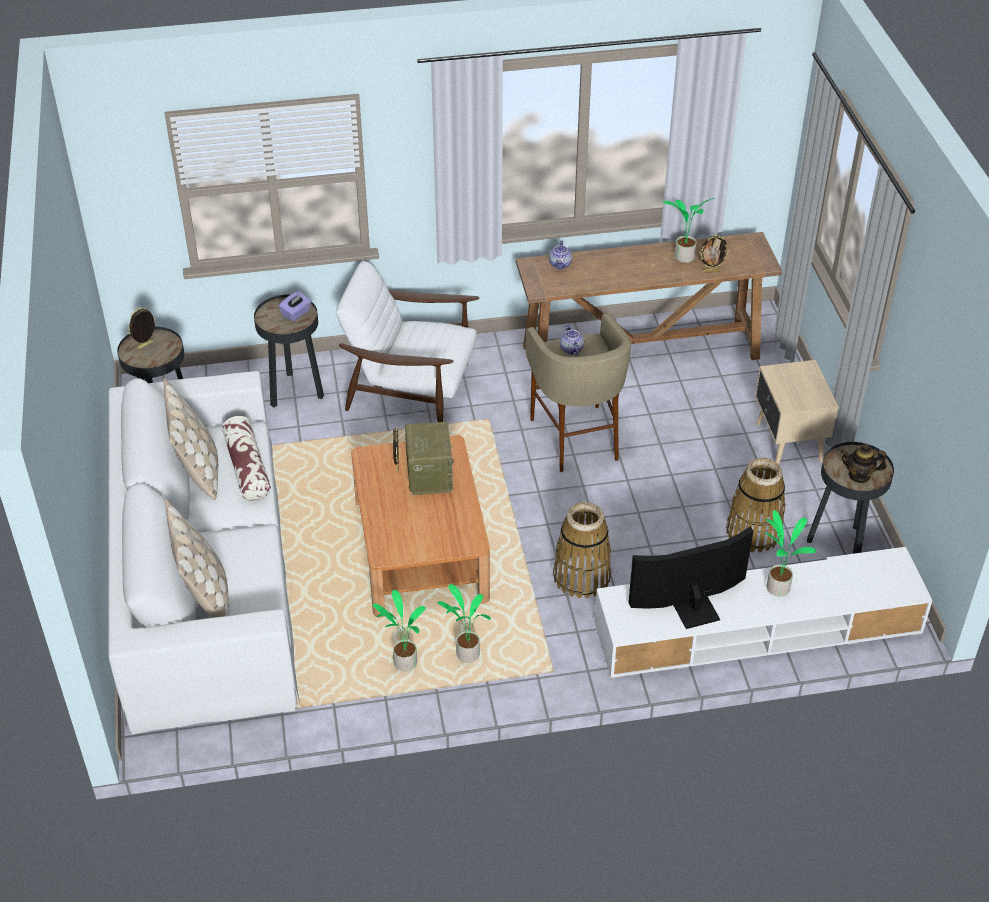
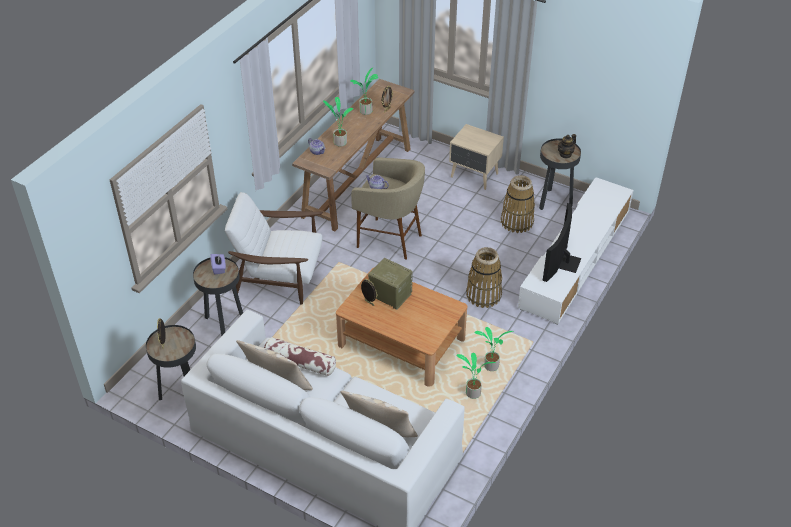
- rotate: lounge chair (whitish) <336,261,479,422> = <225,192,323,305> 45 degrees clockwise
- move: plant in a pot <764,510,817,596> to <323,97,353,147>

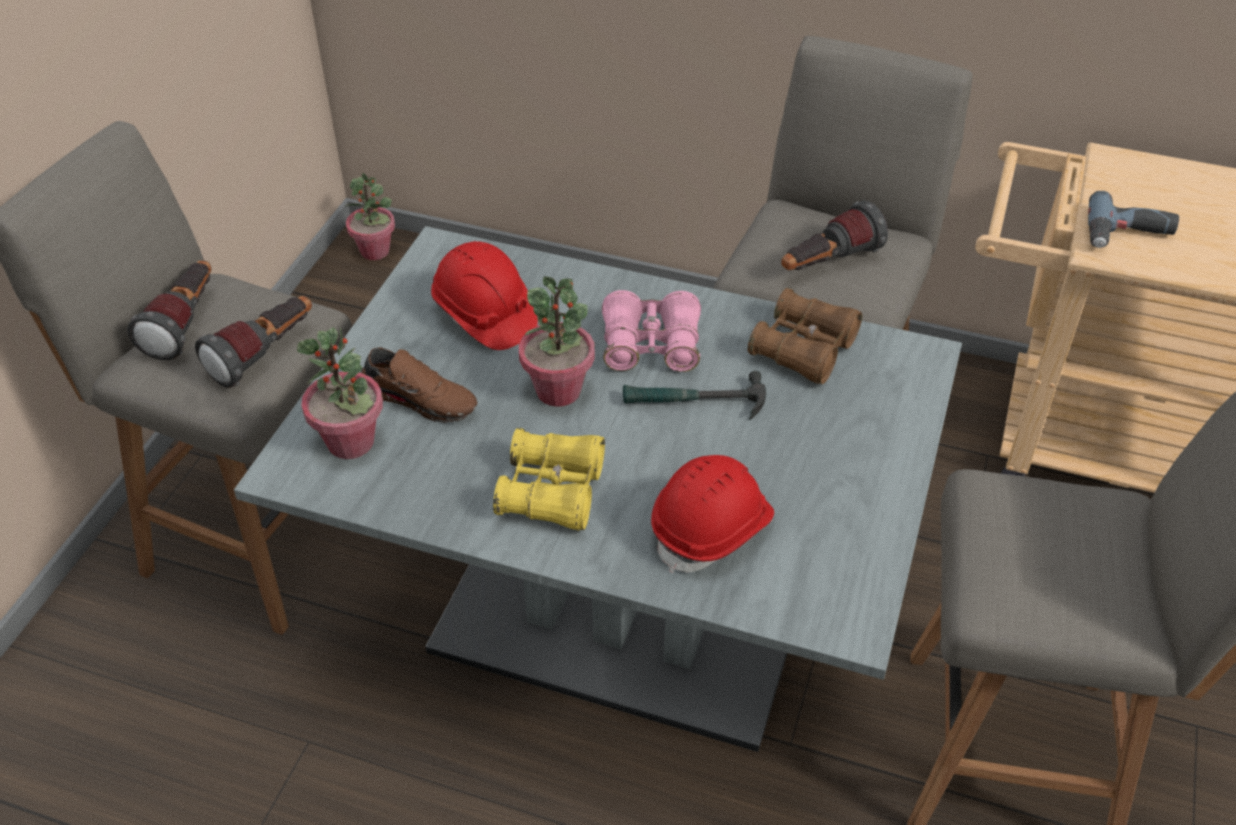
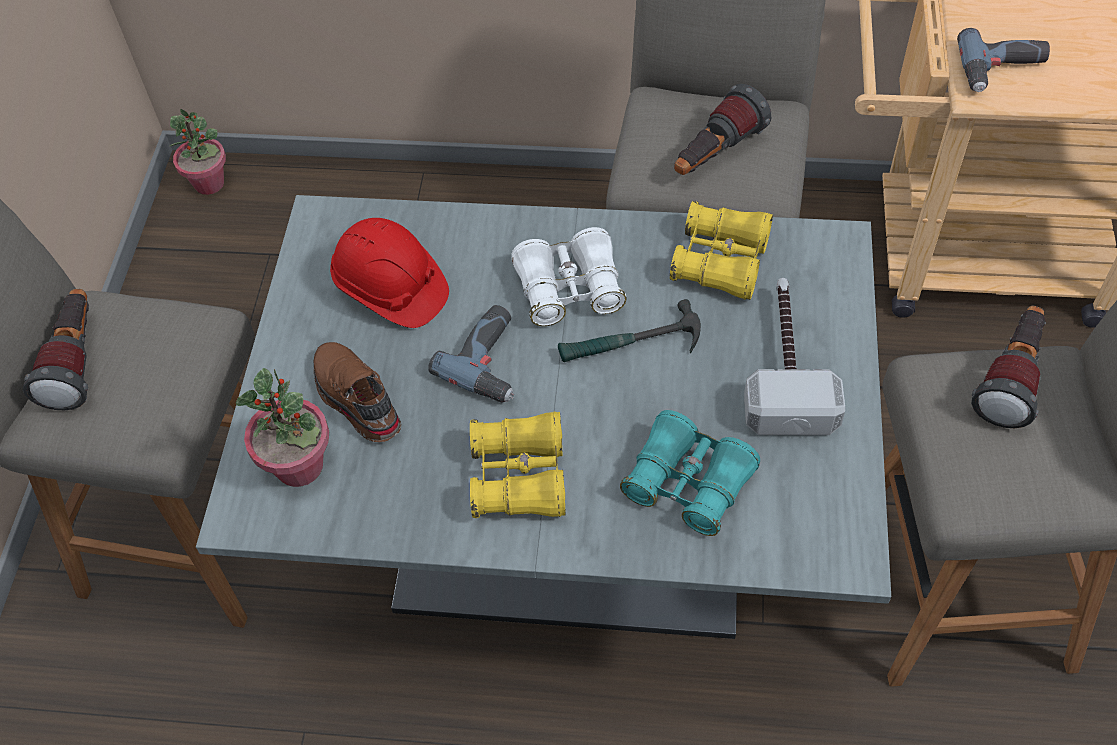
- replace: plant in a pot <519,276,595,407> to power drill <428,305,514,403>
- recolor: binoculars (brown) <748,288,862,385> to binoculars (yellow) <670,201,773,300>
- recolor: binoculars (pink) <602,290,701,372> to binoculars (whitish) <511,227,626,326>
- move: torch <195,296,312,388> to <971,306,1046,428>
- rotate: low shoe (brown) <360,347,478,423> = <313,342,401,442> 135 degrees counterclockwise
- replace: work helmet (reddish) <651,455,774,573> to binoculars (blue-green) <620,410,760,536>
- insert: hammer <744,278,845,435>

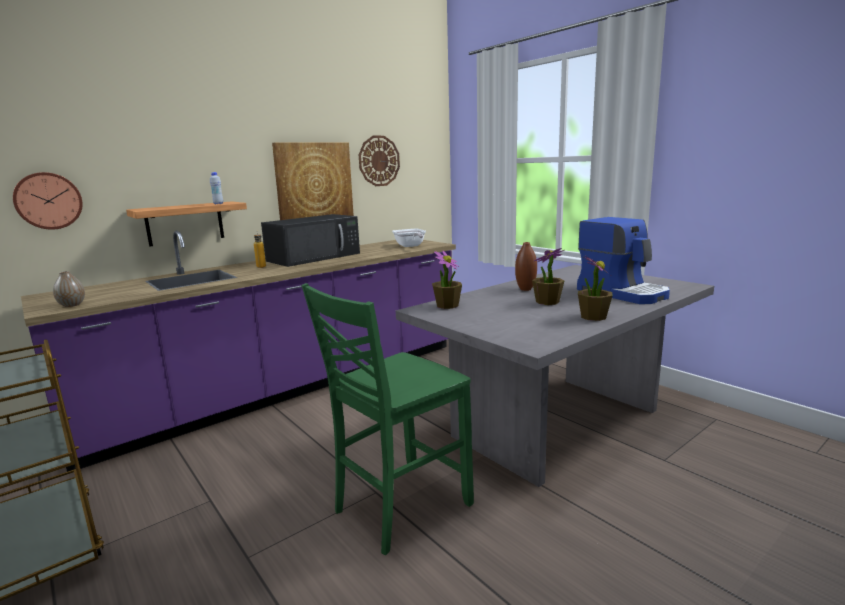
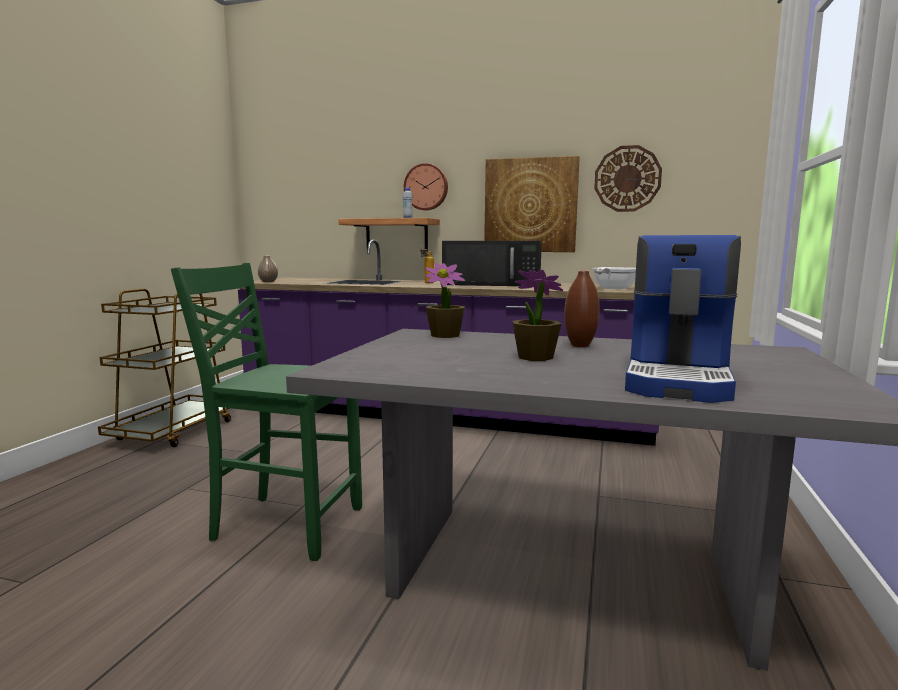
- move: hanging clock <13,172,83,230> to <404,163,448,210>
- delete: plant in a pot <578,256,613,321>

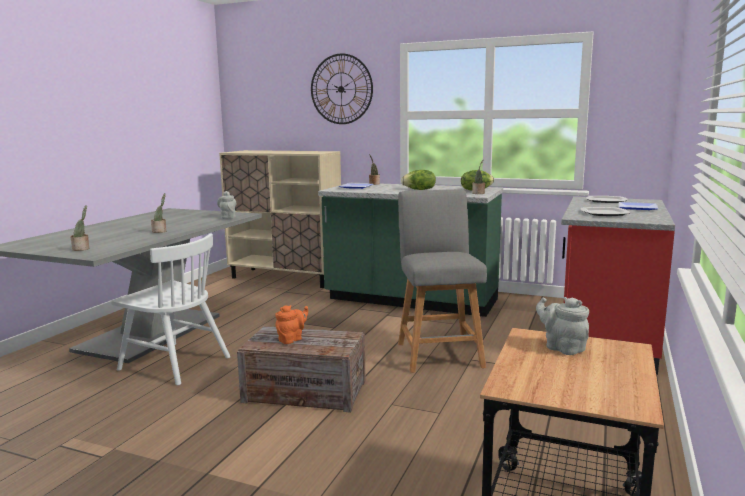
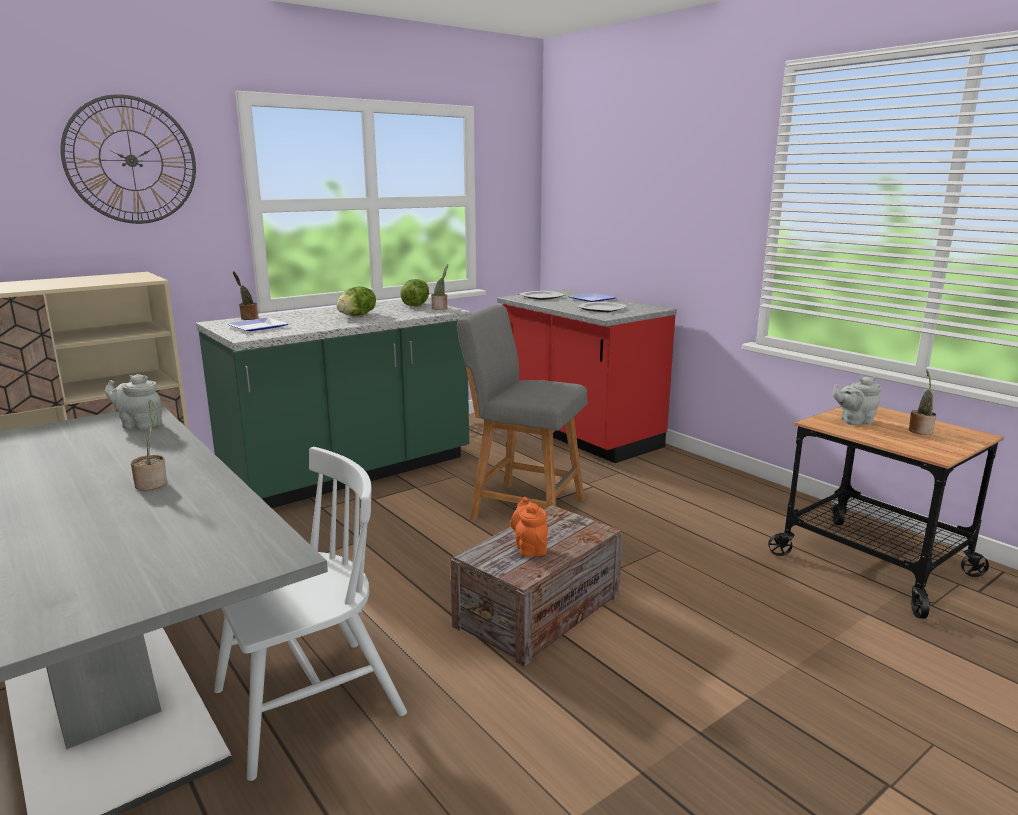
- move: plant in a pot <71,205,89,251> to <909,369,936,435>

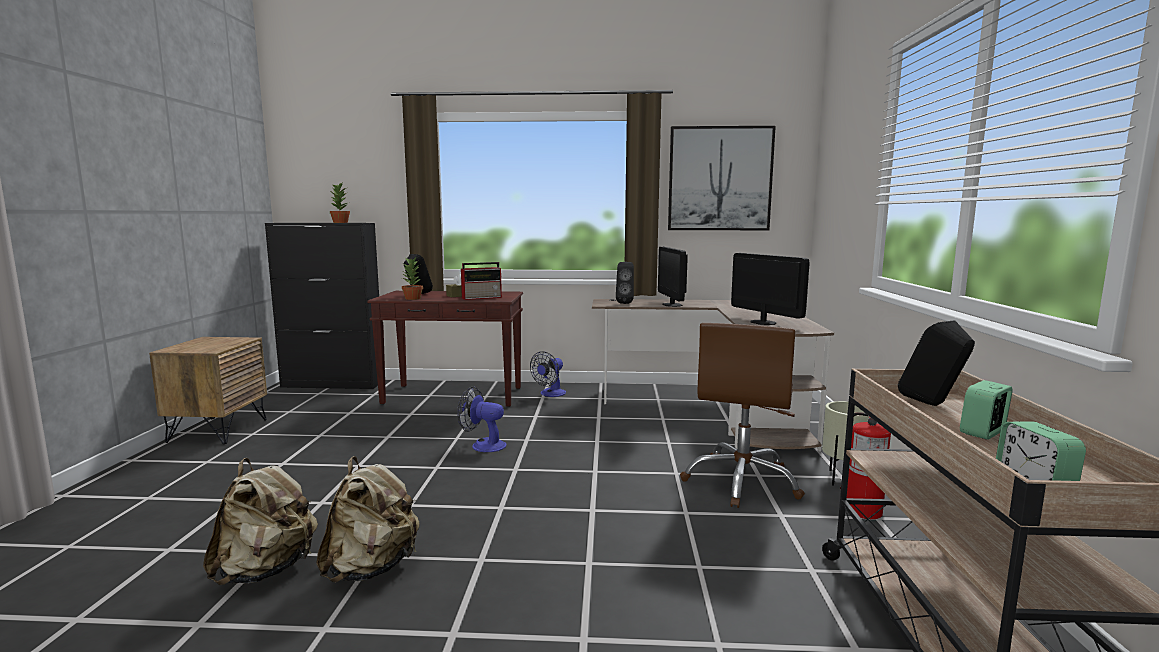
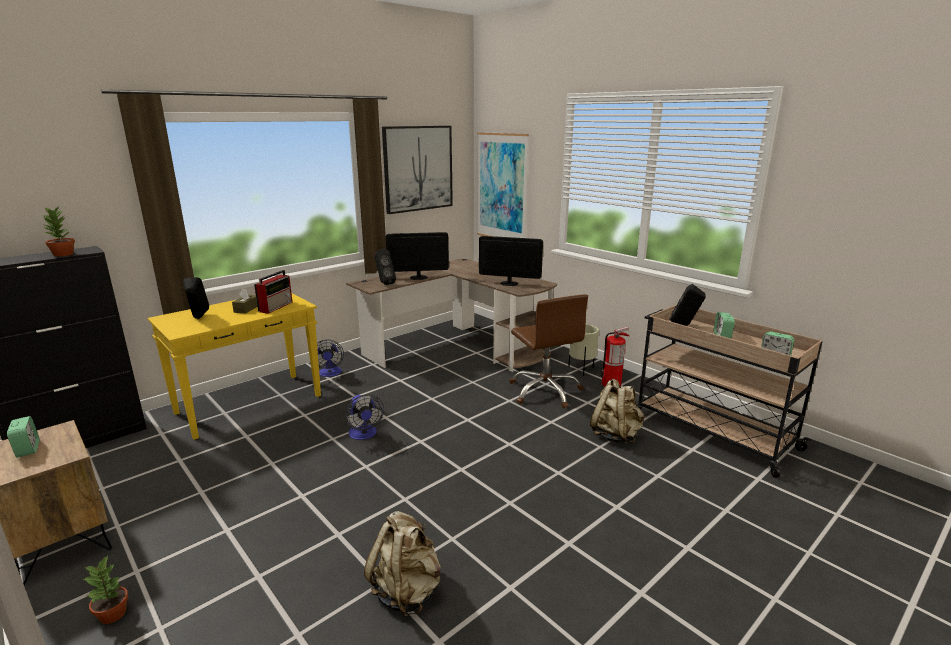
- rotate: monitor <658,247,688,307> = <386,232,449,280> 135 degrees clockwise
- move: plant in a pot <402,257,423,300> to <83,556,128,624>
- recolor: narrow table (brown) <367,291,523,407> to narrow table (yellow) <148,293,321,440>
- rotate: fan <457,386,506,452> = <345,394,384,440> 90 degrees counterclockwise
- move: knapsack (beige) <316,456,420,583> to <590,378,644,443>
- insert: wall picture <477,132,529,238>
- insert: bedside clock <7,416,39,458>

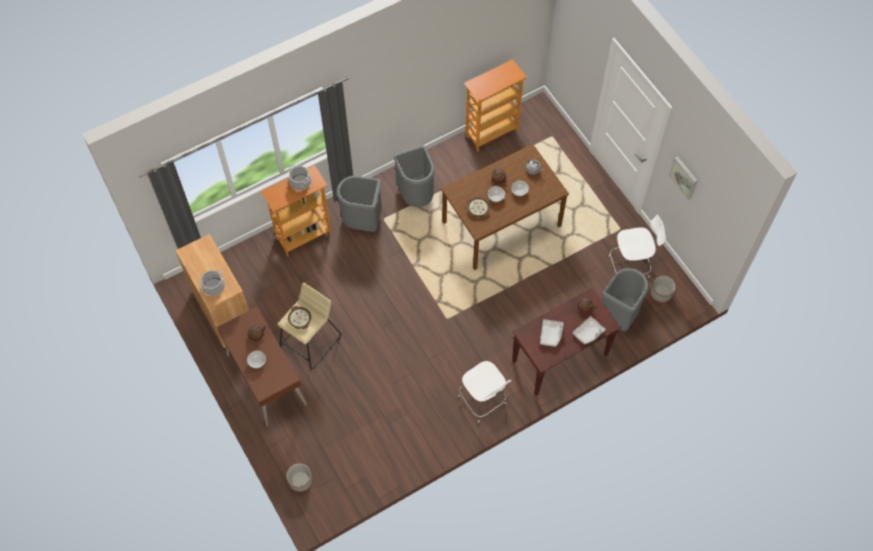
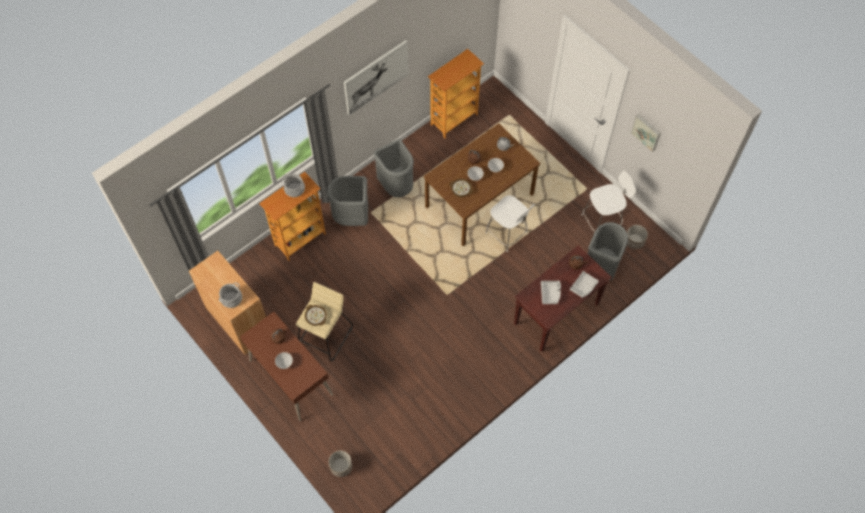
- move: chair (whitish) <458,361,512,422> to <485,195,535,252>
- insert: wall picture <344,40,409,116>

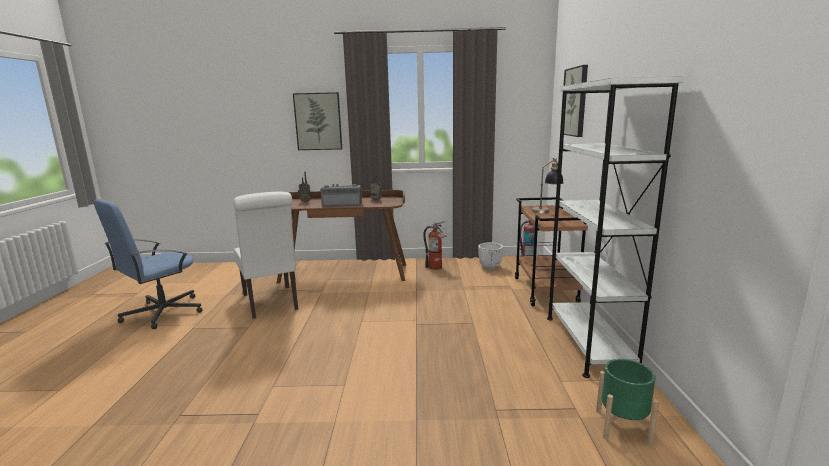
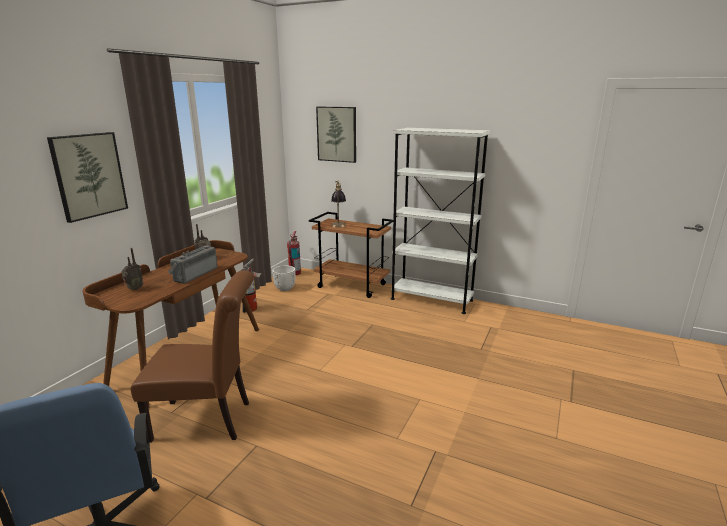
- recolor: chair (whitish) <233,192,298,319> to chair (brown) <131,270,254,443>
- delete: flower pot (green-coloured) <596,359,659,445>

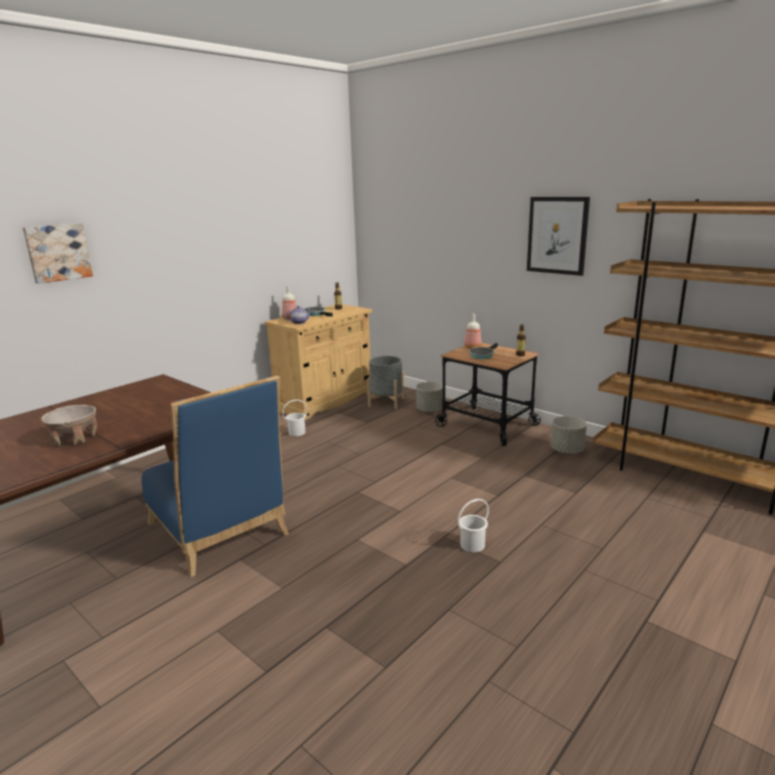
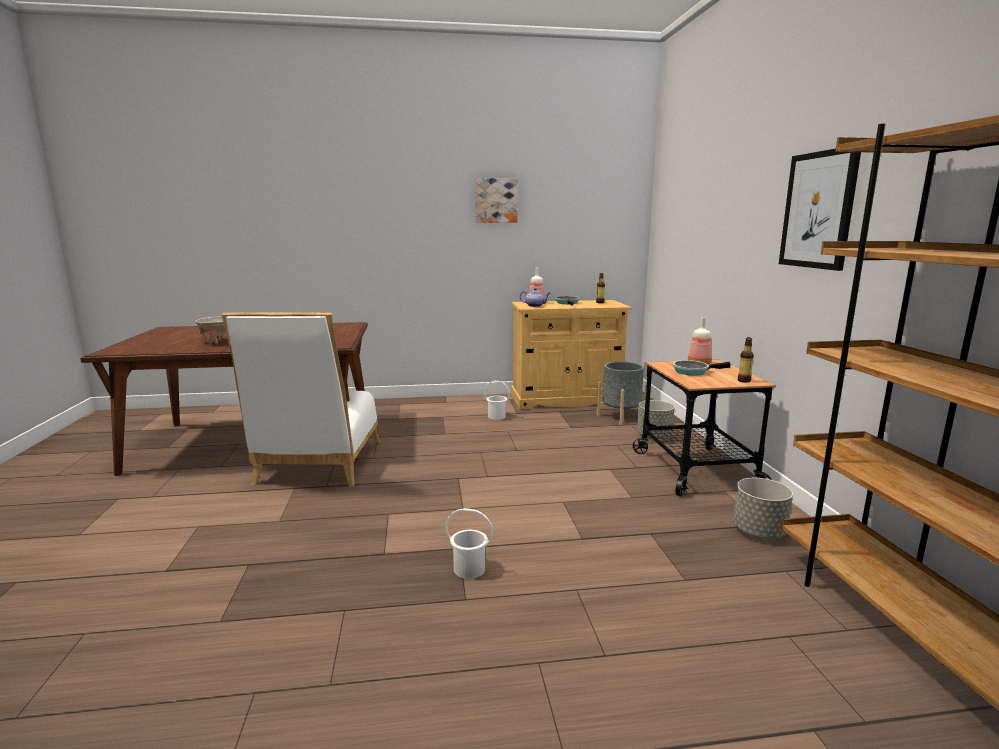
- move: wall picture <23,223,93,284> to <475,178,518,223>
- recolor: chair (bluish) <141,376,289,577> to chair (whitish) <221,313,380,486>

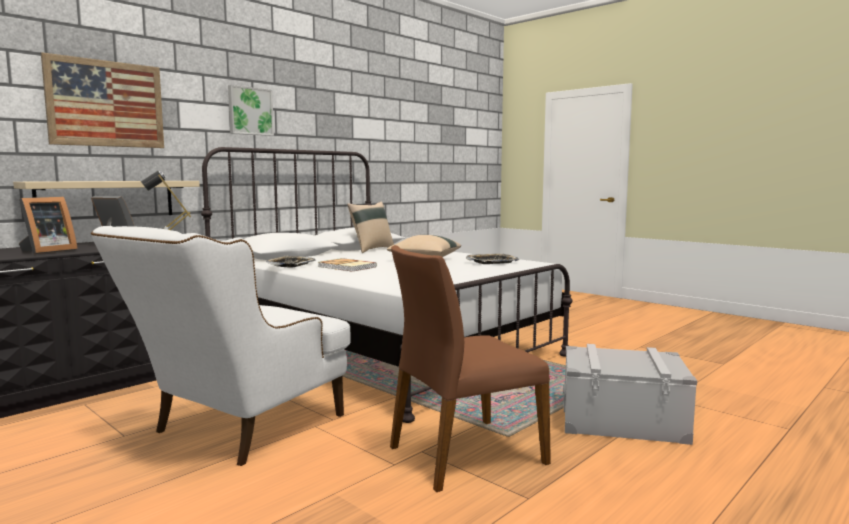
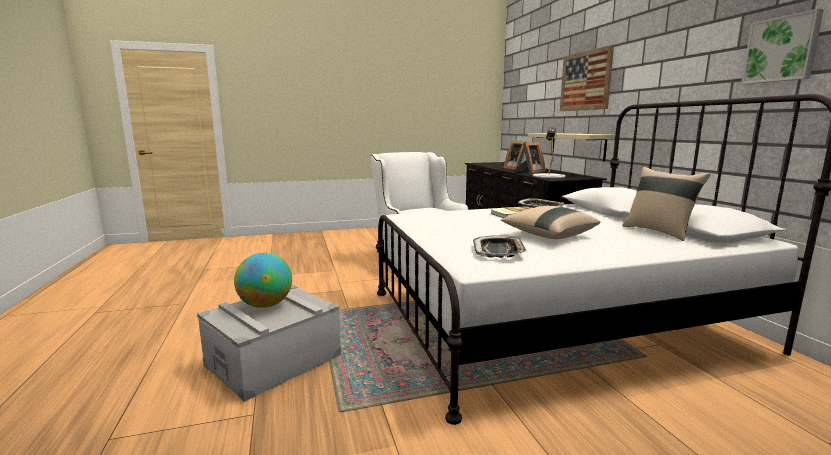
- move: wall picture <228,85,274,136> to <741,9,824,84>
- delete: chair (brown) <390,245,551,492>
- insert: globe <234,253,292,308>

